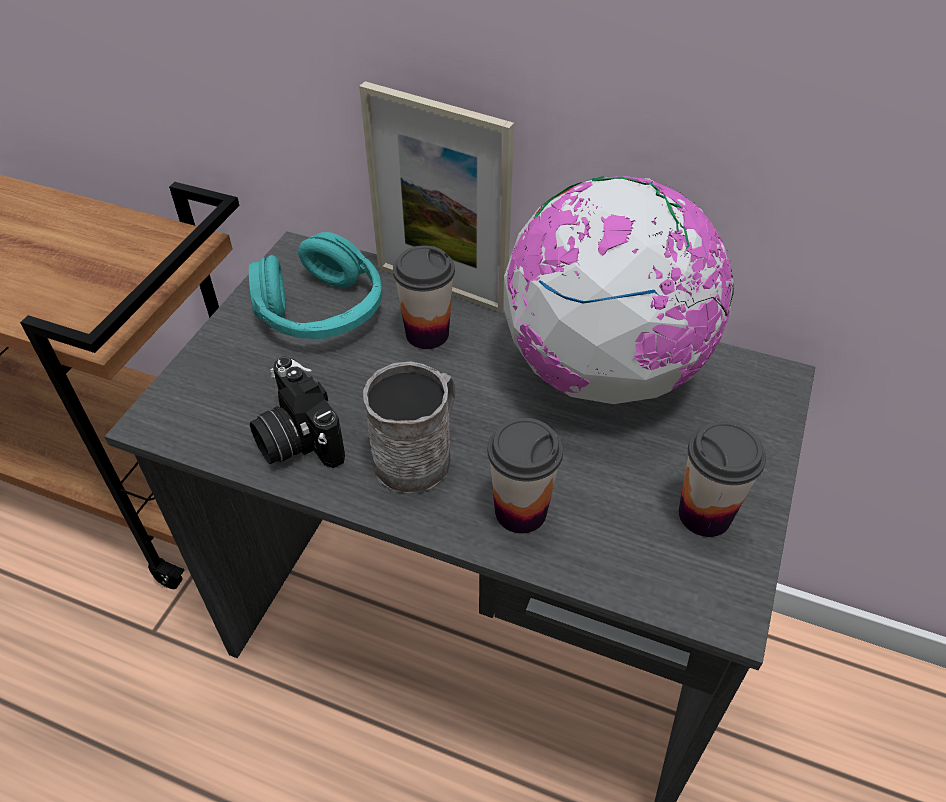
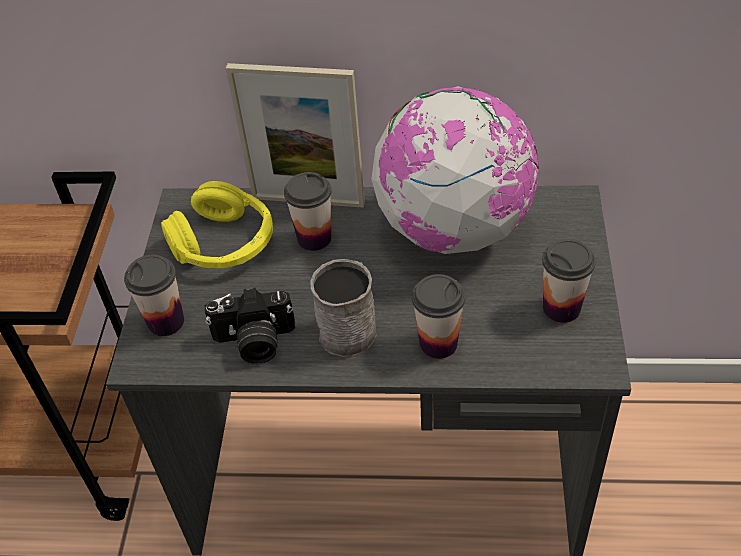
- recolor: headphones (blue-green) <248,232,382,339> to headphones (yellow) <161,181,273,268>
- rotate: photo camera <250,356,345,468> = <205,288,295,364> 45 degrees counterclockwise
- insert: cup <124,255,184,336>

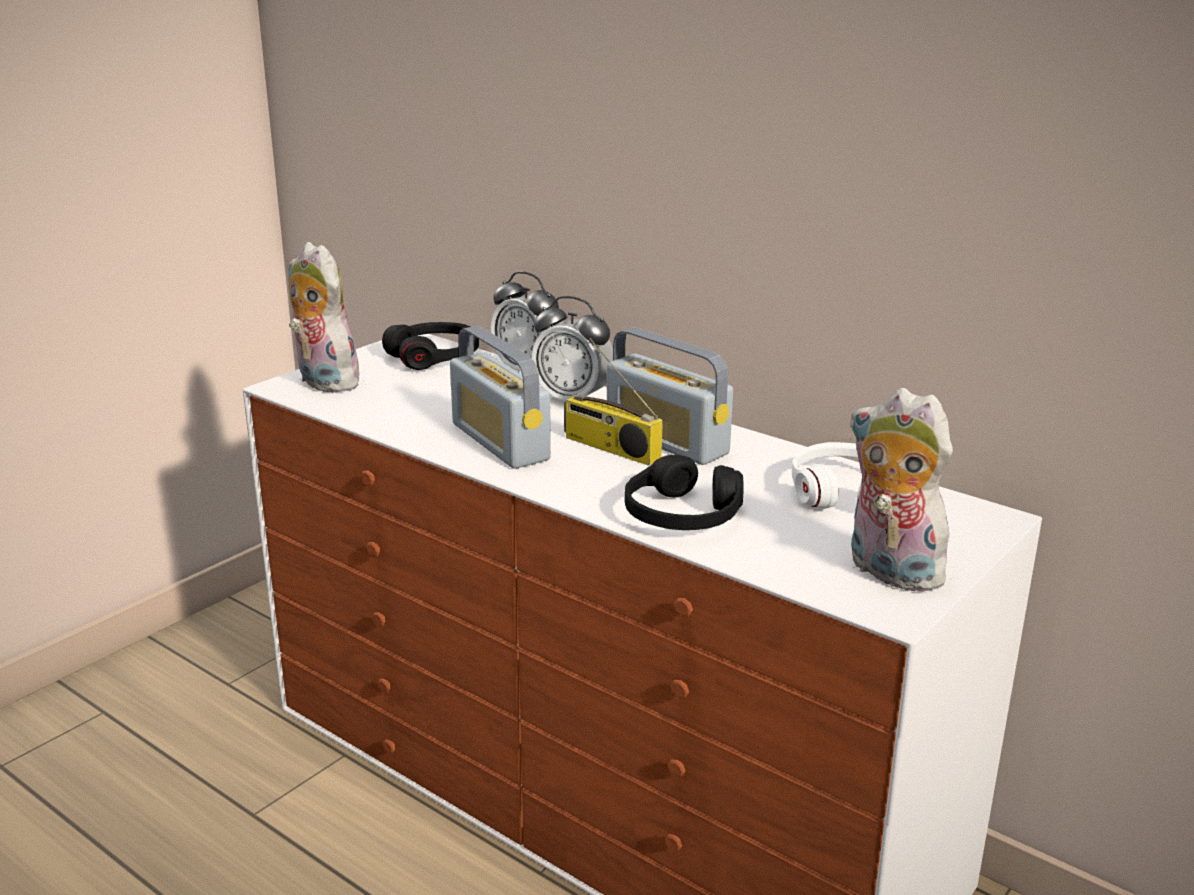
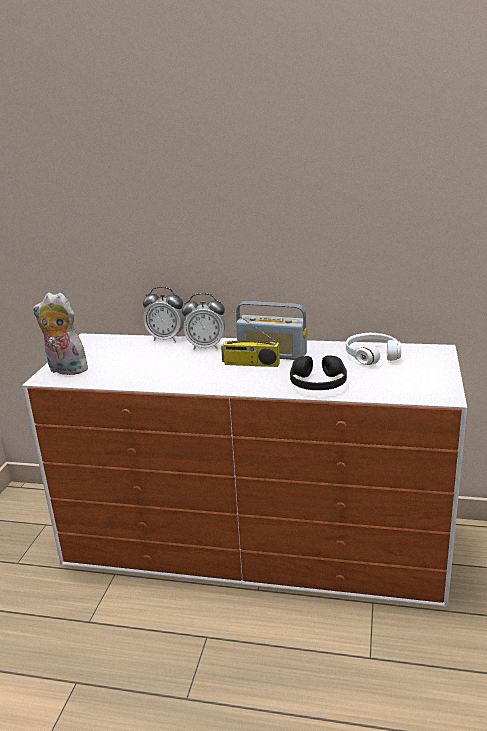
- delete: headphones (black-coloured) <382,322,479,370>
- delete: radio set <450,326,551,469>
- delete: cuddly toy <849,388,955,592>

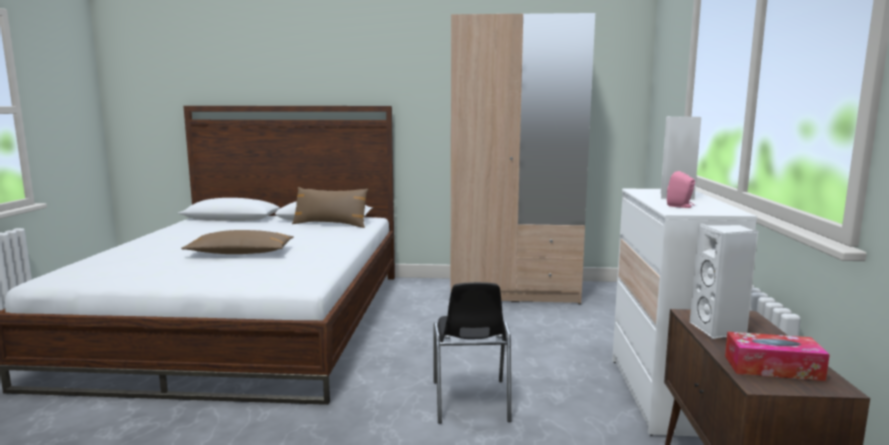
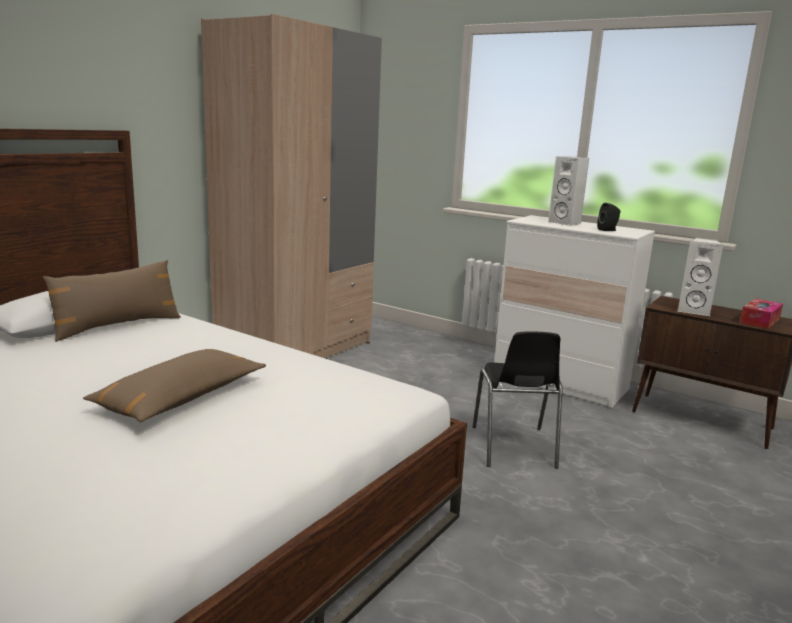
- recolor: audio speaker (pink) <667,171,695,208> to audio speaker (black-coloured) <597,203,620,231>
- rotate: chair (black-coloured) <434,282,511,424> = <473,332,562,469> 60 degrees clockwise

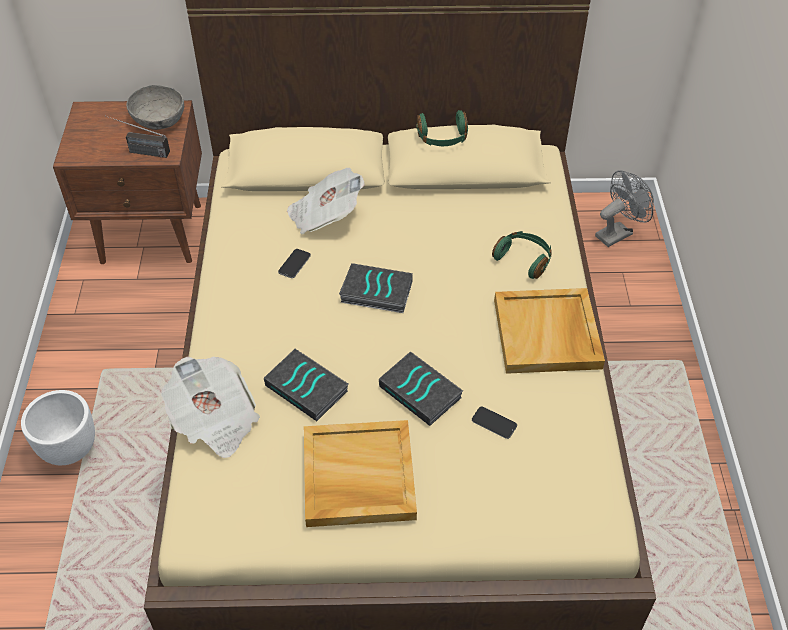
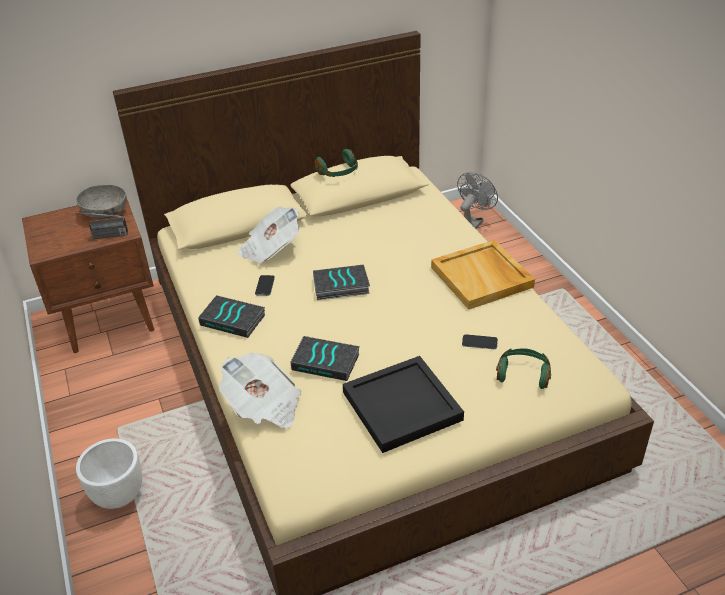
- move: headphones (green-coloured) <492,231,552,279> to <496,348,551,389>
- move: bound book <379,351,463,426> to <198,295,265,338>
- recolor: serving tray (beige) <304,420,417,527> to serving tray (black-coloured) <343,356,464,453>

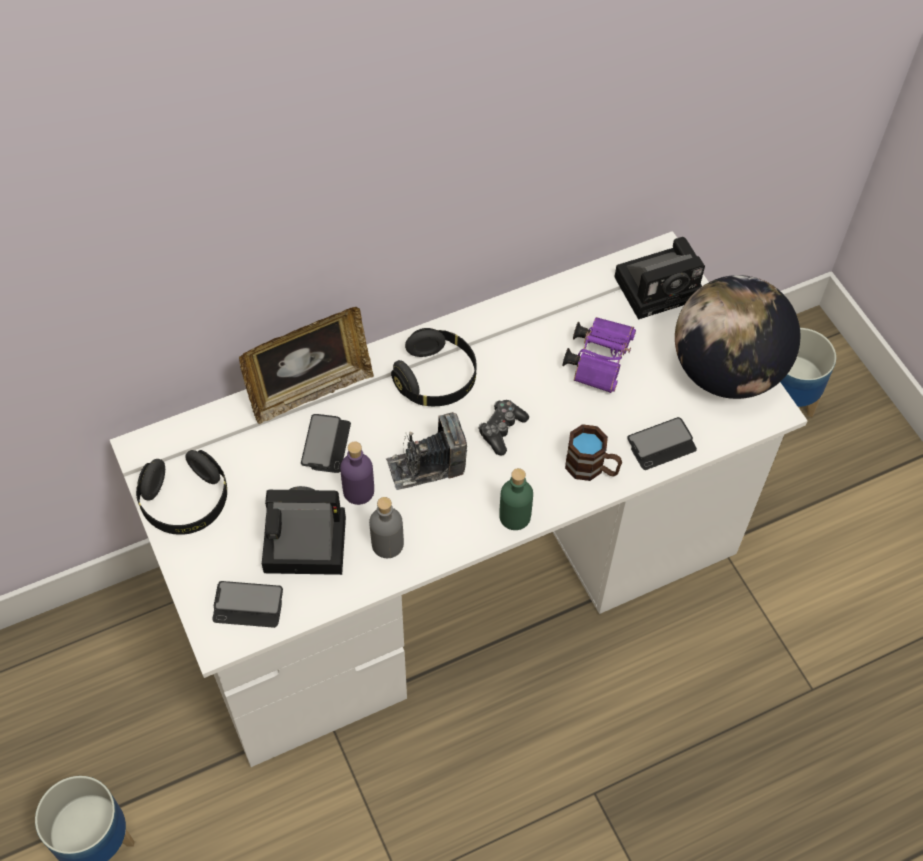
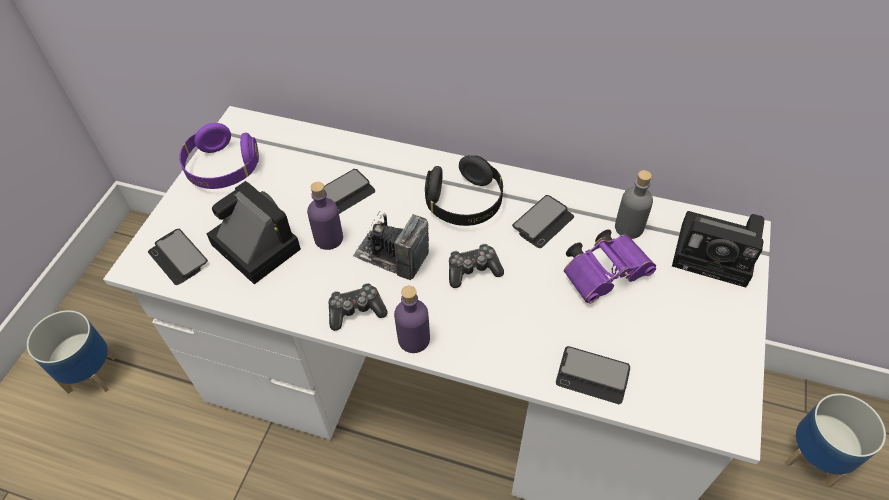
- delete: globe <675,275,801,399>
- delete: picture frame <239,307,374,424>
- delete: tea mug (brown) <565,424,622,481>
- recolor: headphones (black-coloured) <136,450,227,535> to headphones (purplish) <179,123,259,189>
- recolor: beverage bottle (green-coloured) <499,468,533,530> to beverage bottle (purplish) <394,286,430,353>
- move: beverage bottle (greyish) <369,497,404,558> to <615,170,653,239>
- insert: handset <512,195,574,248>
- insert: game controller <328,283,388,331>

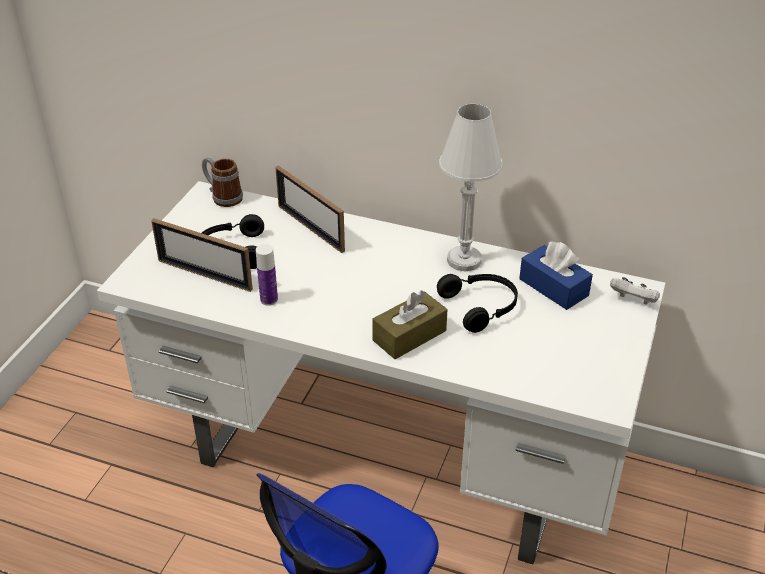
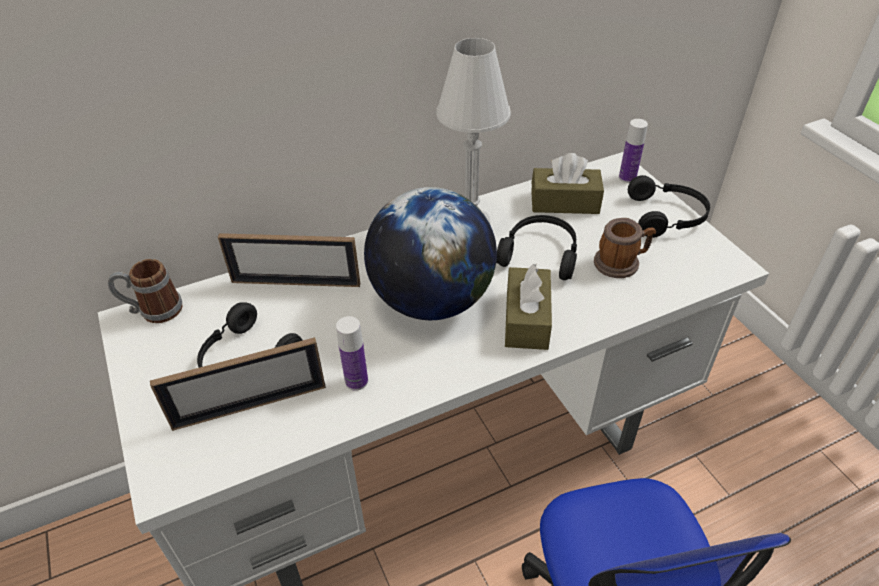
- recolor: box of tissues (bluish) <519,241,593,310> to box of tissues (brown) <531,153,604,214>
- replace: game controller (whitish) <610,277,660,305> to beverage bottle <619,119,648,183>
- insert: headphones (black-coloured) <628,175,710,238>
- insert: globe <364,187,497,320>
- insert: tea mug <594,218,656,278>

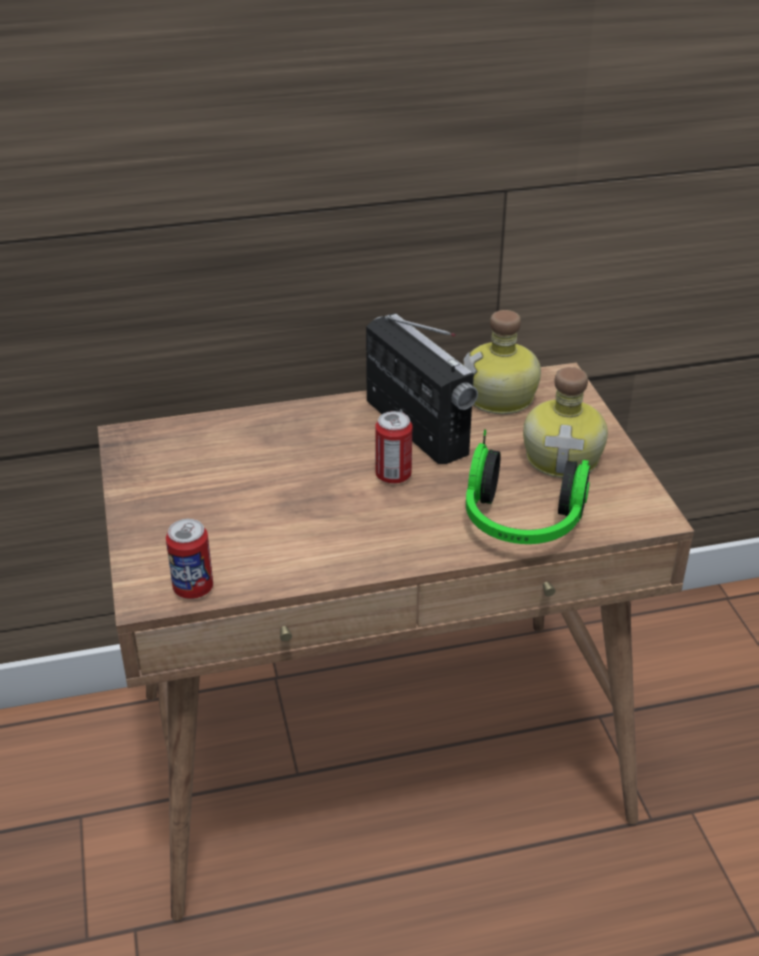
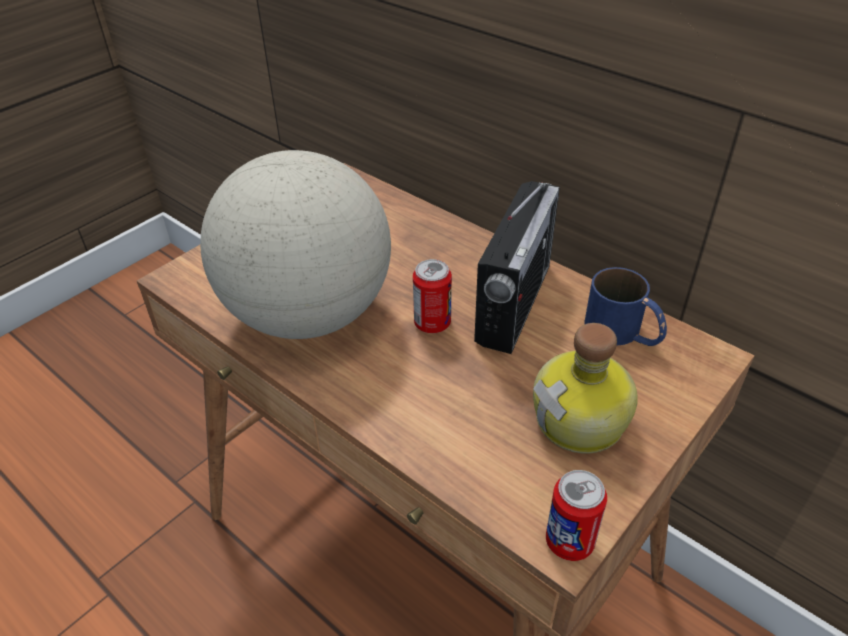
- replace: beverage bottle <463,310,541,414> to tea mug (bluish) <585,267,667,346>
- delete: headphones <466,429,590,544>
- move: metal can <166,519,213,599> to <546,470,607,561>
- insert: globe <200,150,391,339>

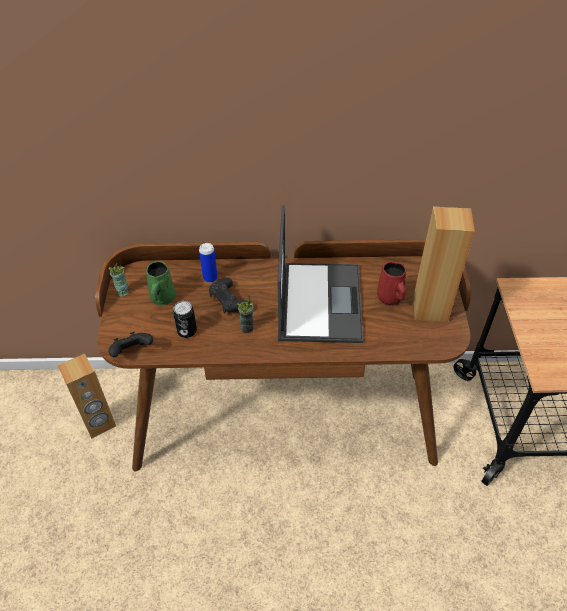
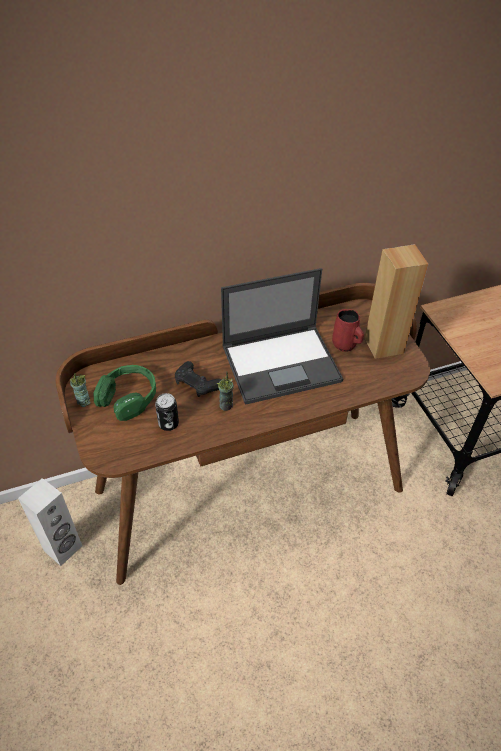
- rotate: portable computer <278,205,363,343> = <221,268,343,405> 90 degrees clockwise
- delete: metal can <199,243,218,283>
- replace: tea mug (green-coloured) <146,261,176,305> to headphones (green-coloured) <94,365,156,421>
- delete: game controller (black-coloured) <108,332,153,357>
- recolor: audio speaker (brown) <58,354,116,439> to audio speaker (whitish) <18,478,82,566>

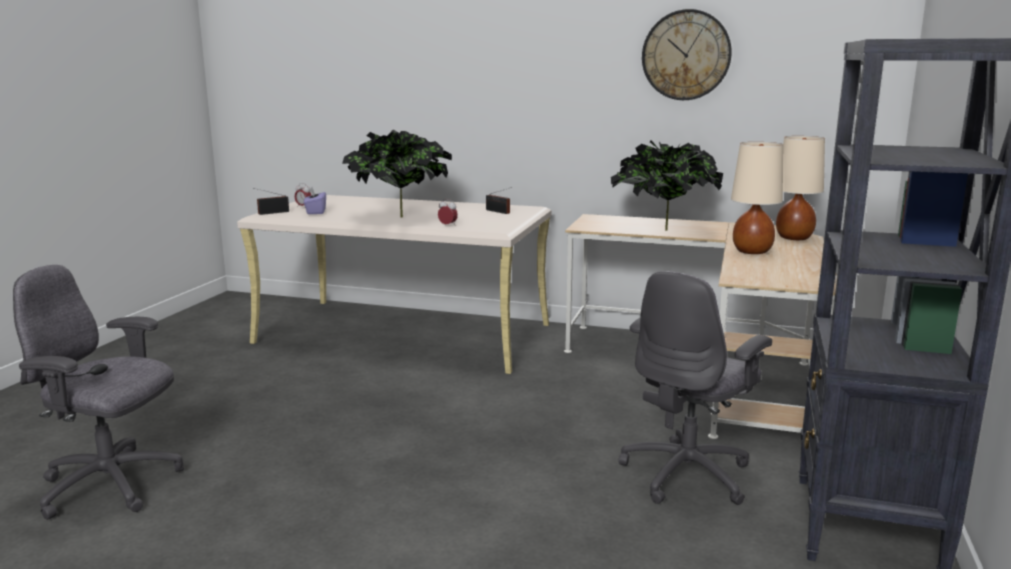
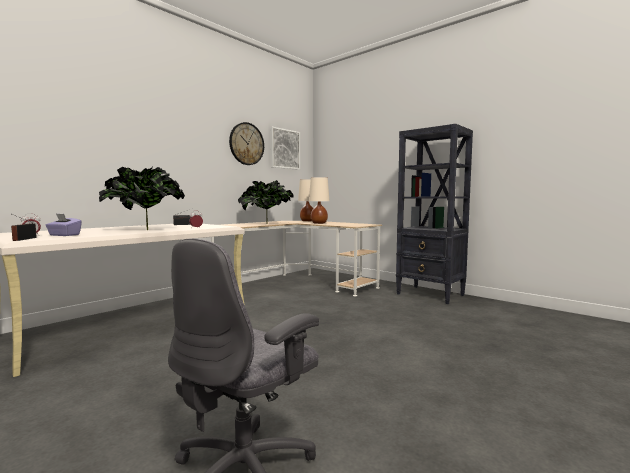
- delete: office chair (greyish) <618,271,772,505>
- insert: wall picture <270,127,300,170>

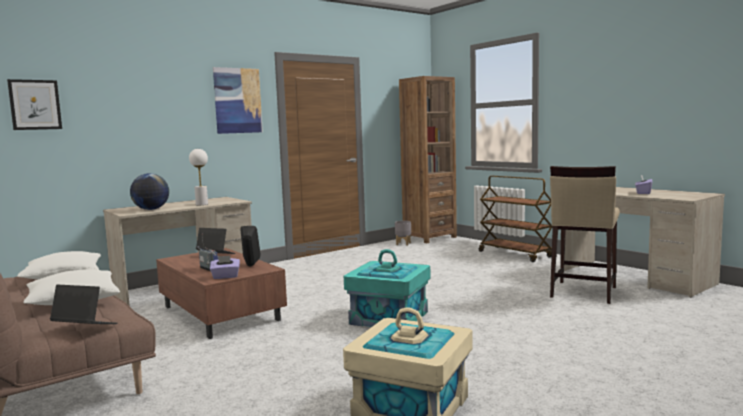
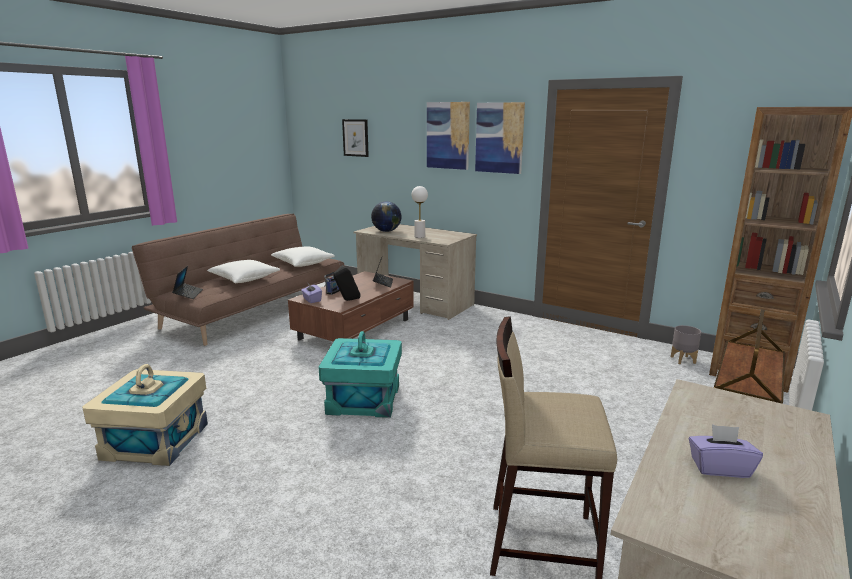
- insert: wall picture <427,102,470,170>

